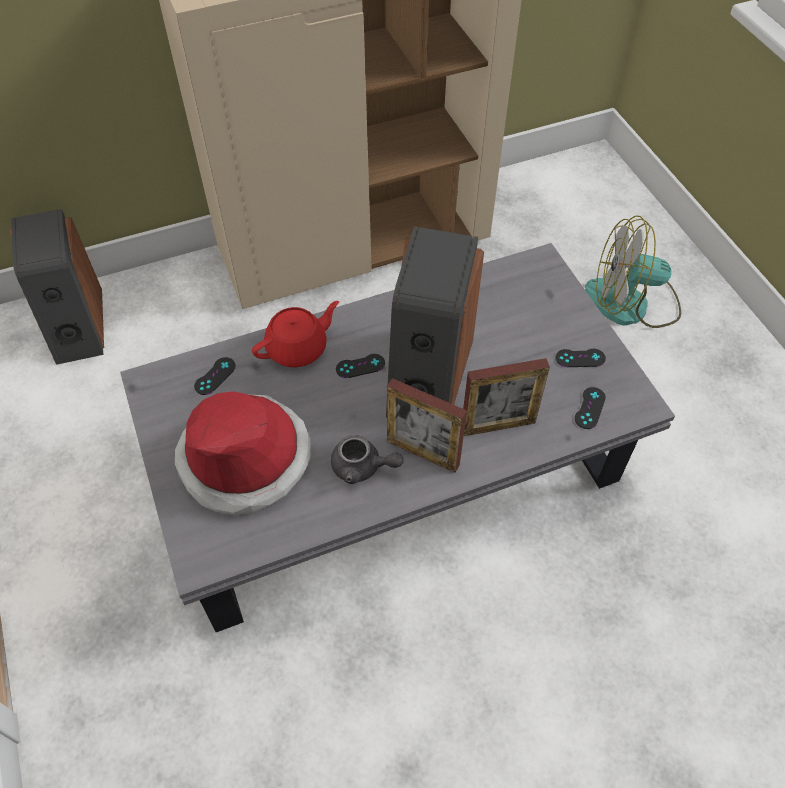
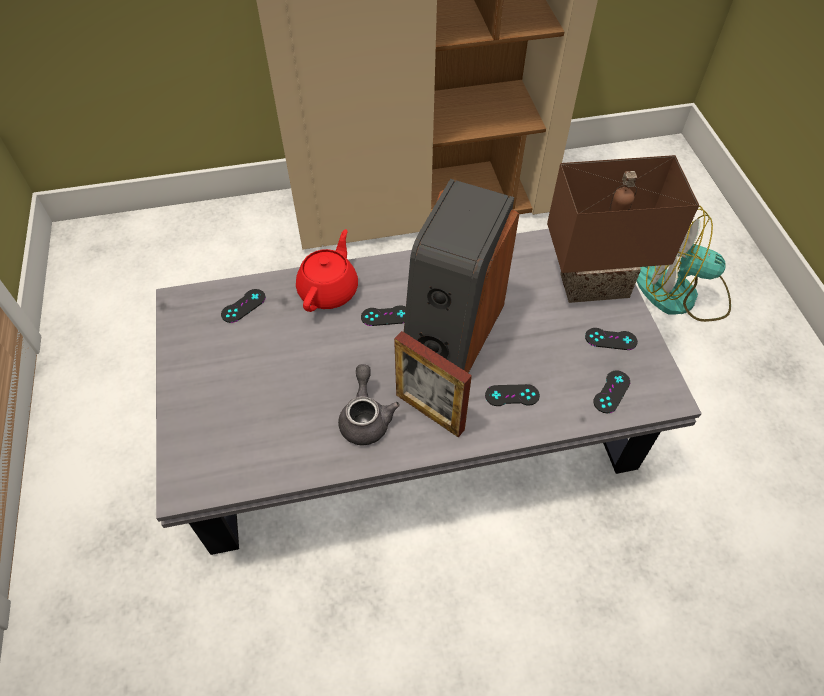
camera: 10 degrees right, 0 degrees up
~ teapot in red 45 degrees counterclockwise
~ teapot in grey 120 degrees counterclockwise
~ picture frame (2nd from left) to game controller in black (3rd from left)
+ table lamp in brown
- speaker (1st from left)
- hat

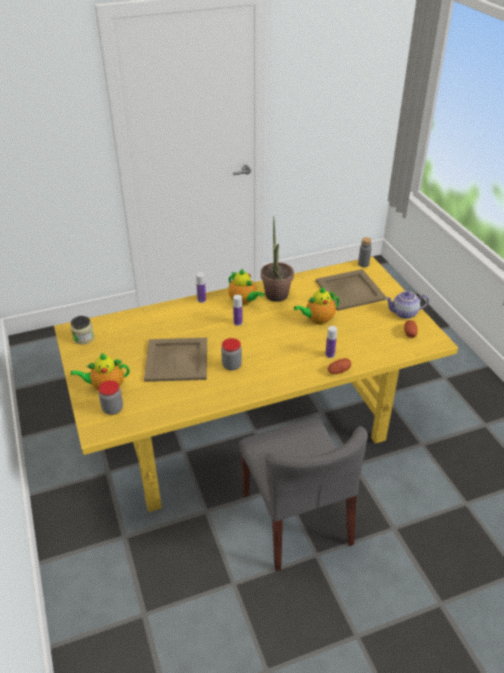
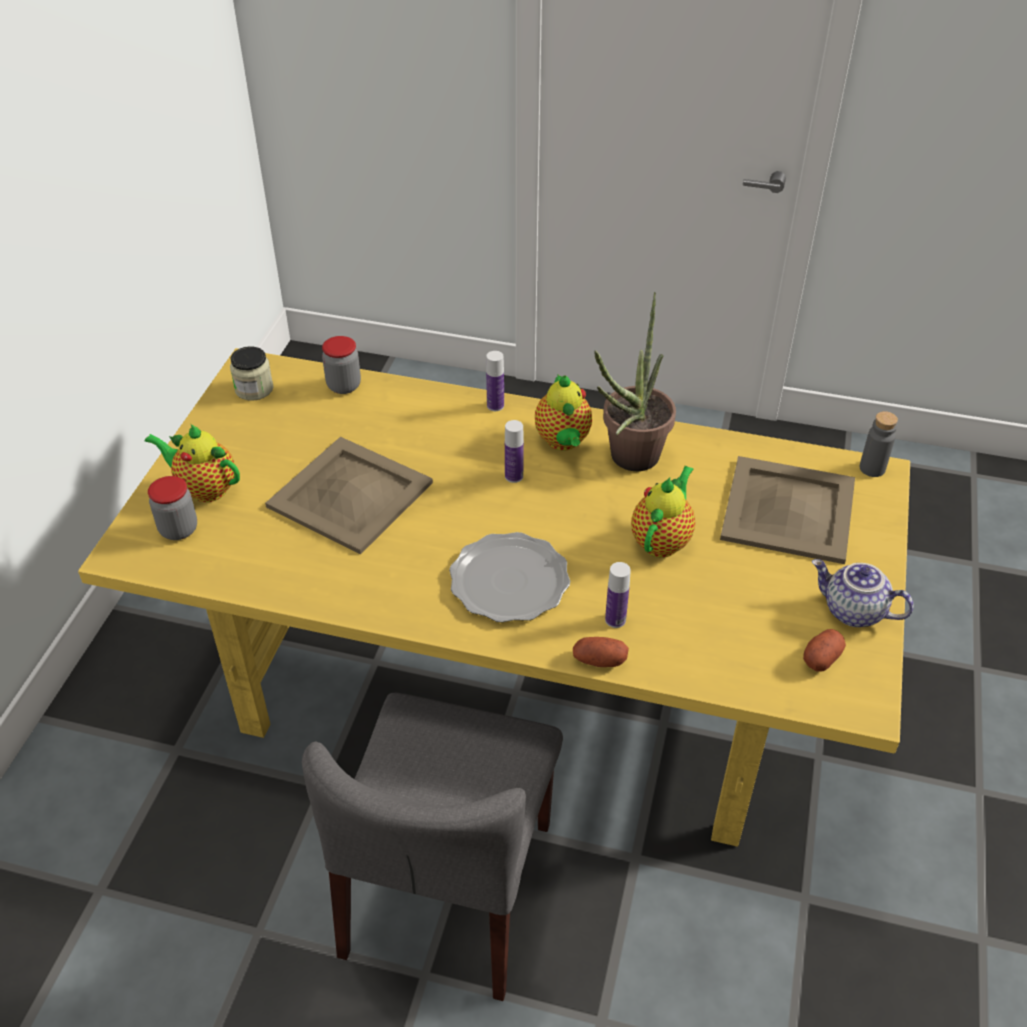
camera: 35 degrees right, 5 degrees up
~ jar (3rd from left)
+ plate
~ teapot (3rd from left) 105 degrees clockwise

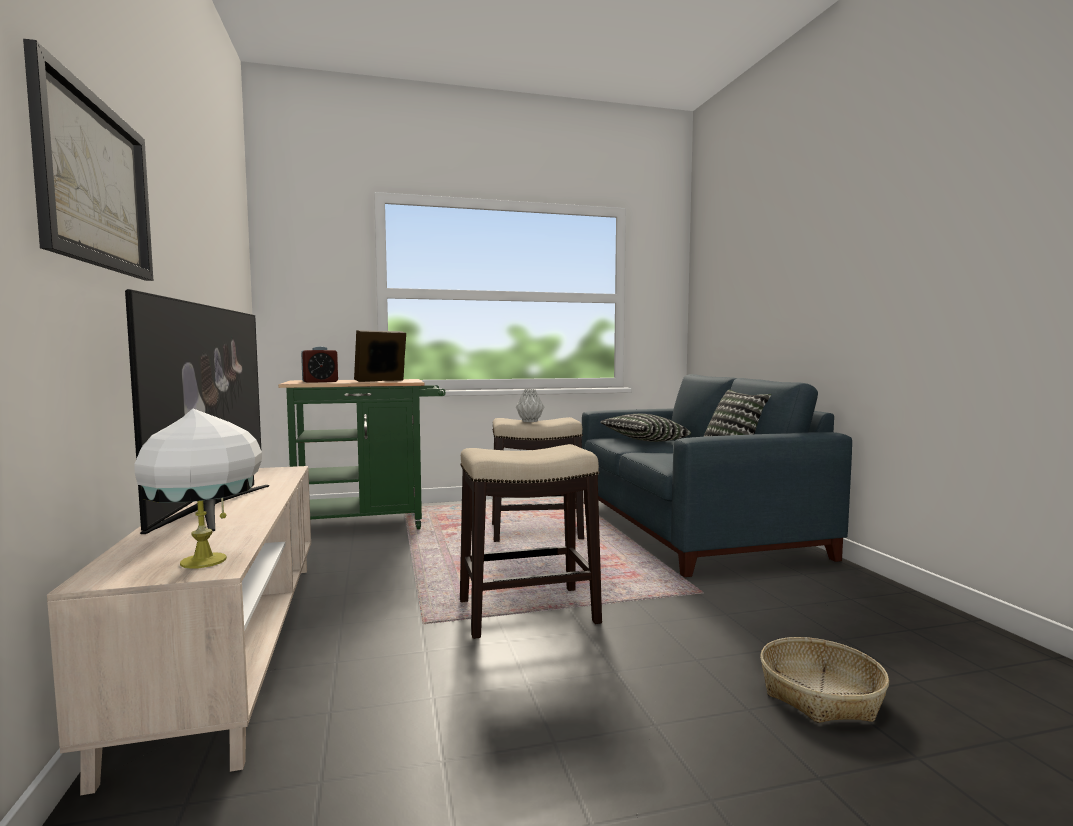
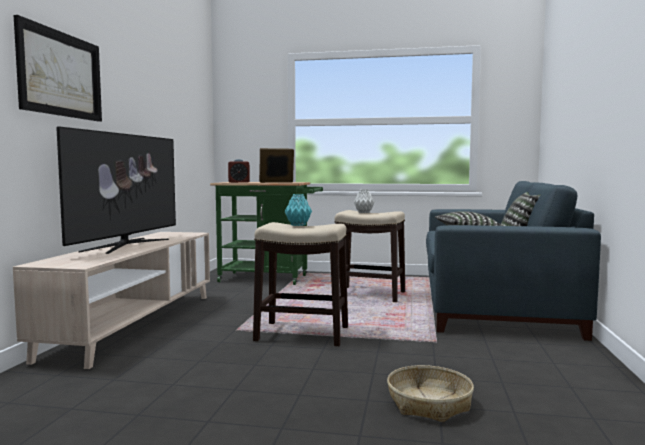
camera: 25 degrees right, 0 degrees up
+ vase in turquoise
- table lamp in white

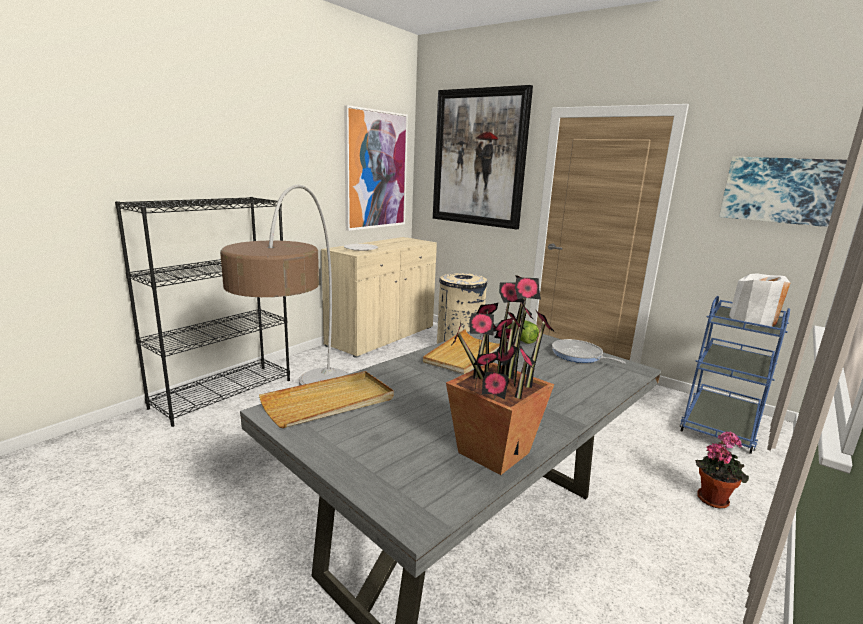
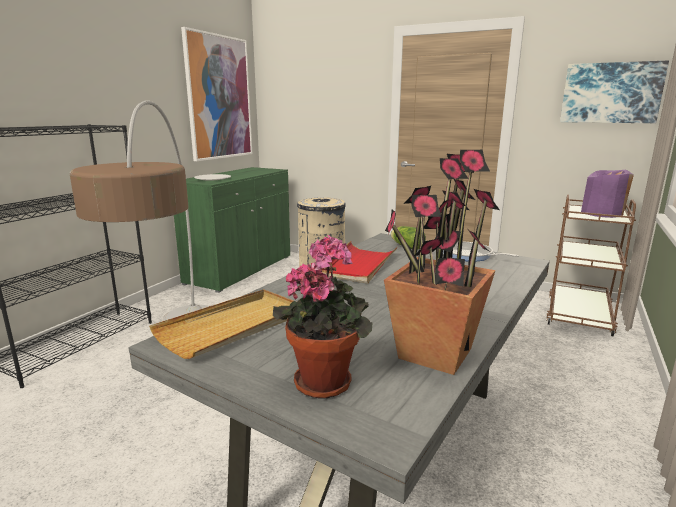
camera: 10 degrees left, 0 degrees up
~ cabinet in beige to cabinet in green
~ potted plant (2nd from left in the first image) to potted plant (1st from left)
~ tray in beige (2nd from left) to tray in red
~ cart in blue to cart in brown
~ vase in white to vase in purple
- picture (2nd from left)

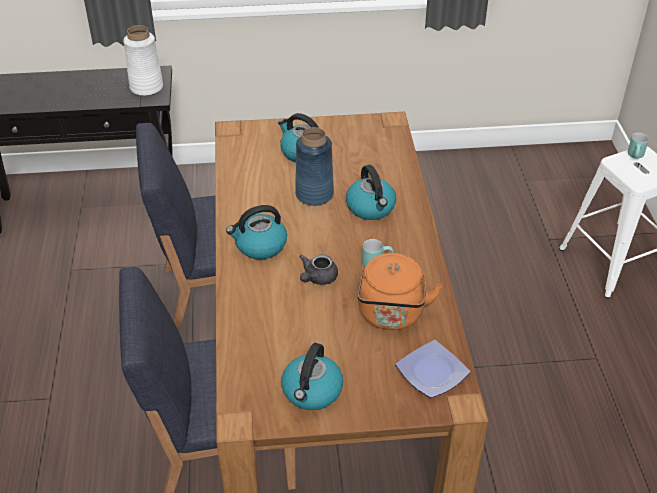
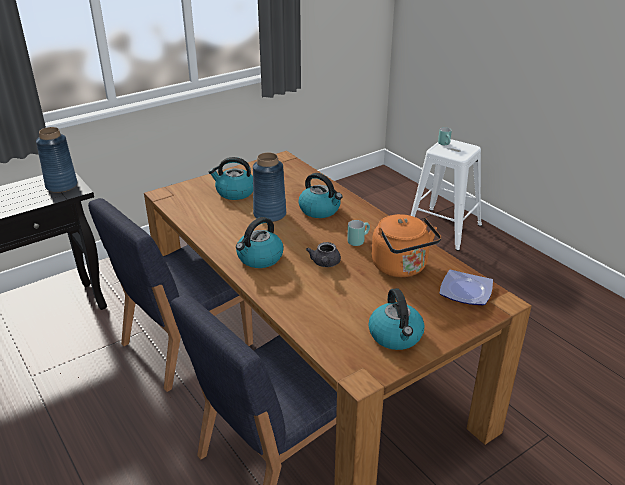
camera: 30 degrees left, 10 degrees down
~ vase in white to vase in blue (1st from left)

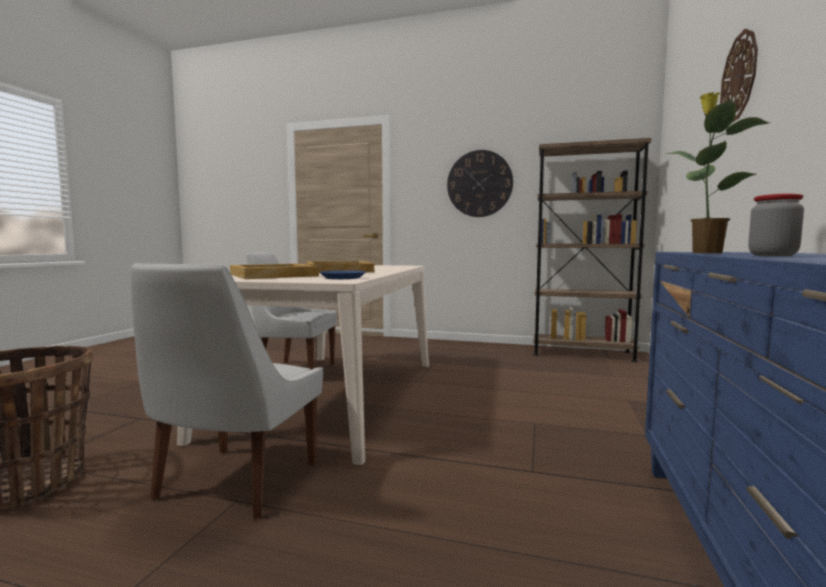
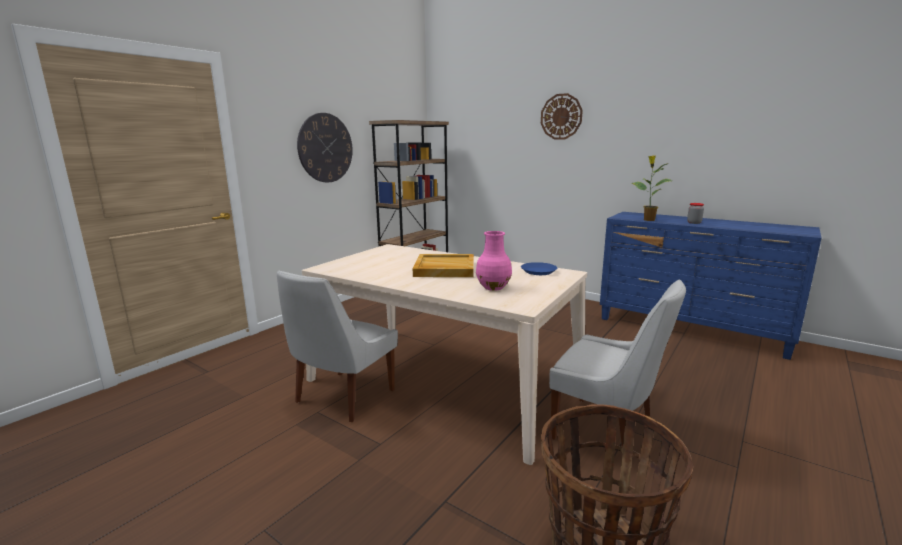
camera: 70 degrees left, 10 degrees up
~ tray in beige (1st from left) to vase in pink

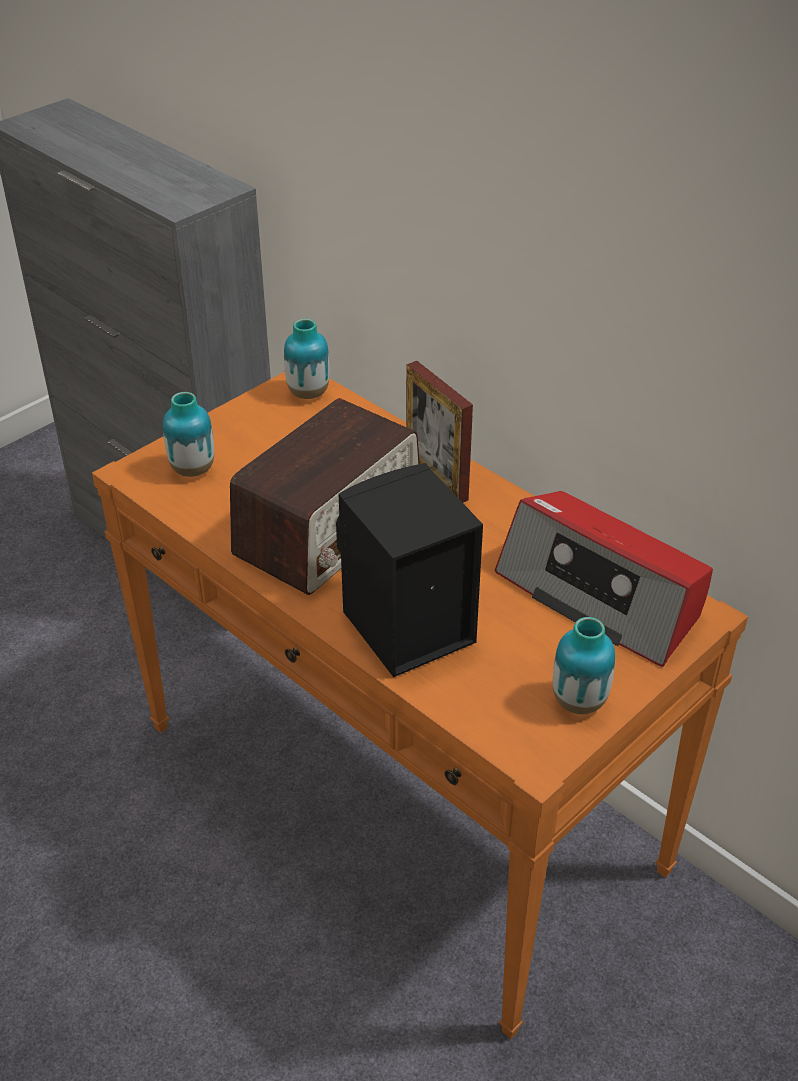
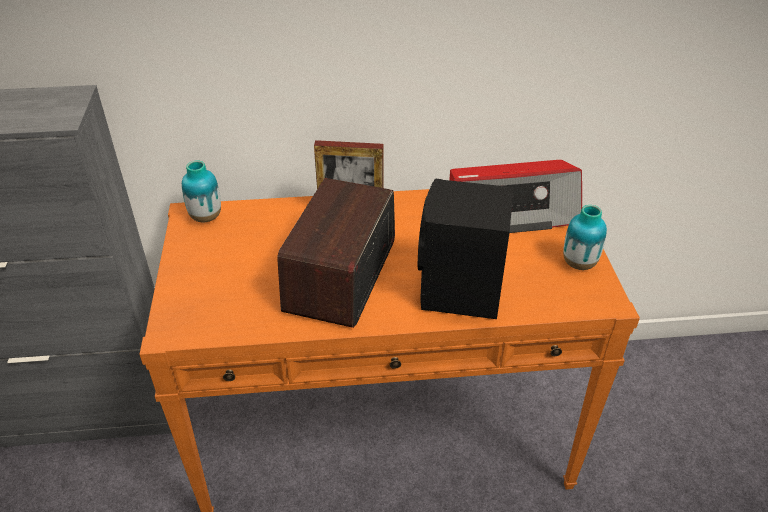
camera: 50 degrees left, 0 degrees up
~ radio (1st from left) 150 degrees counterclockwise
- vase (1st from left)

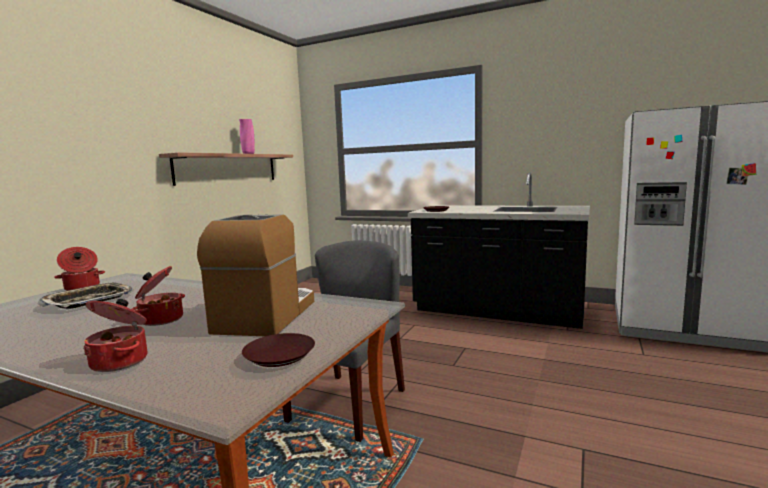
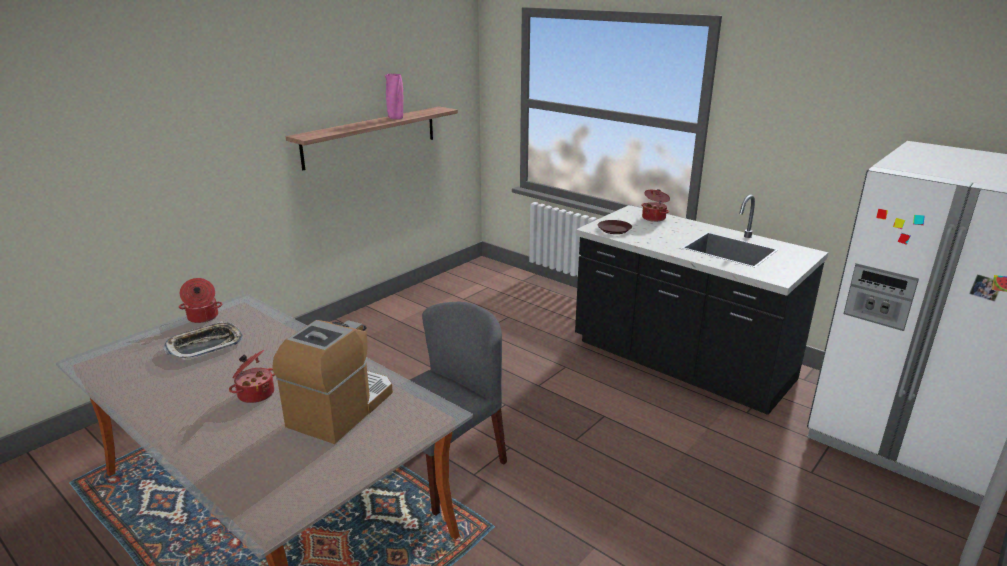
camera: 15 degrees right, 15 degrees up
~ cooking pot (2nd from left in the first image) to cooking pot (3rd from left)
- plate in brown (1st from left)

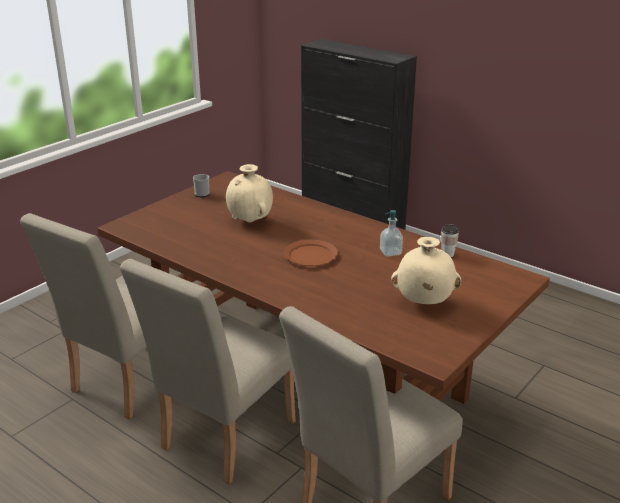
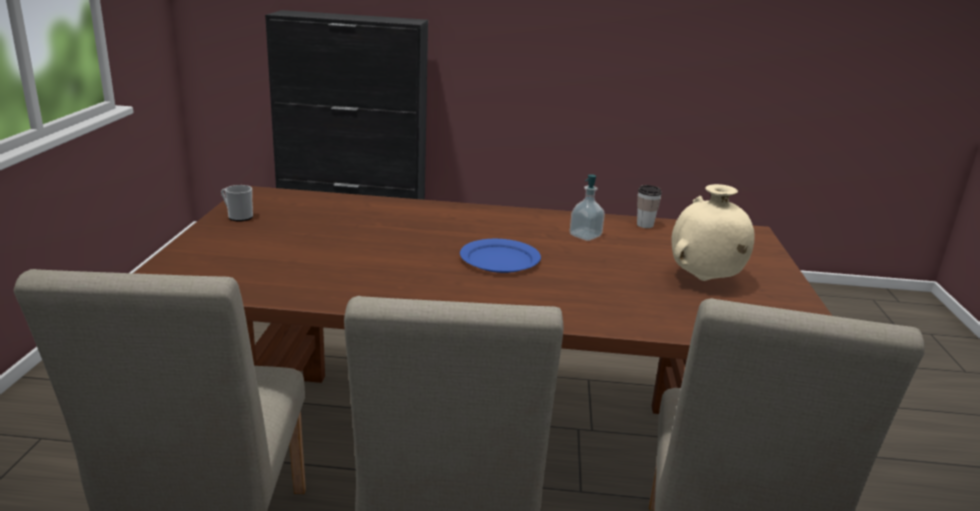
camera: 35 degrees left, 5 degrees down
~ plate in brown to plate in blue
- vase in beige (1st from left)

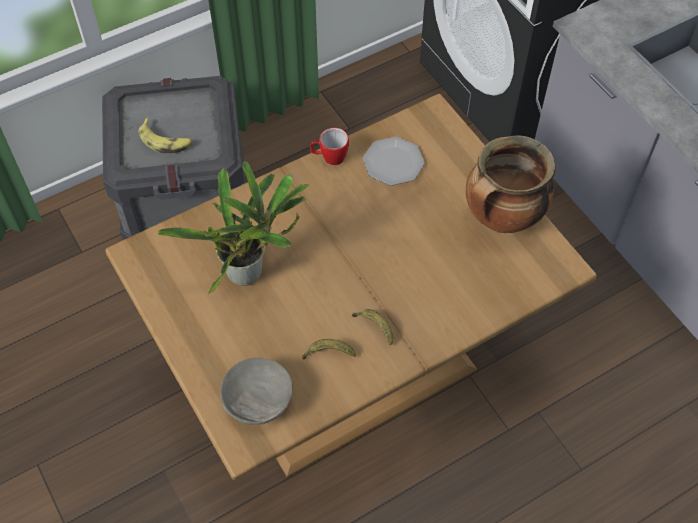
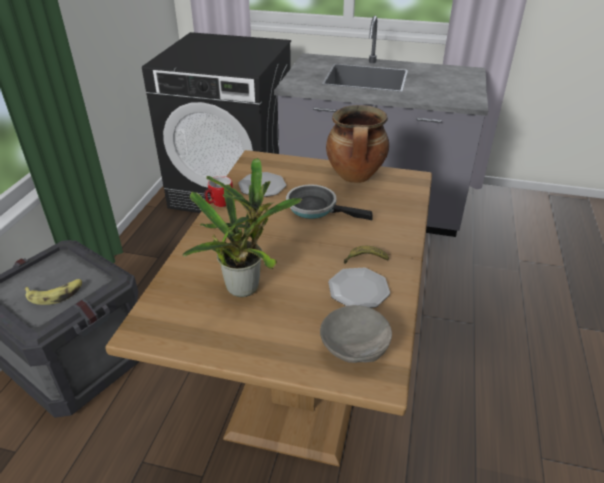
camera: 45 degrees left, 20 degrees down
+ frying pan
~ banana (2nd from left) to plate (2nd from left)

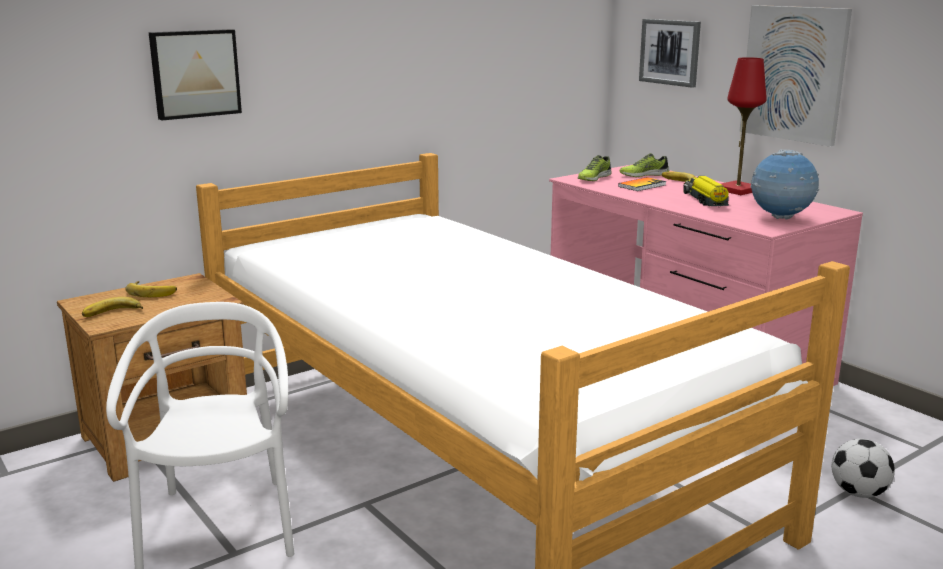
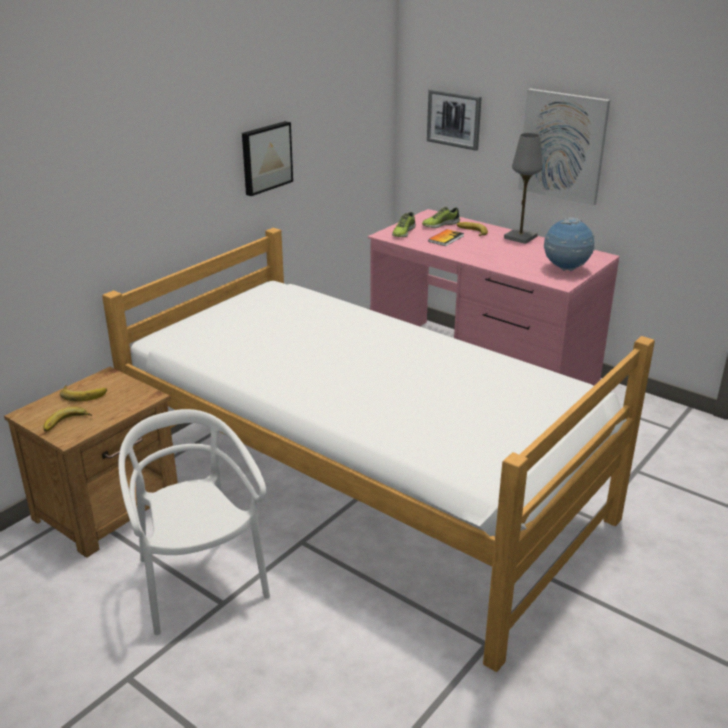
camera: 15 degrees left, 10 degrees up
~ picture (1st from left)
~ table lamp in red to table lamp in grey
- toy truck
- football

